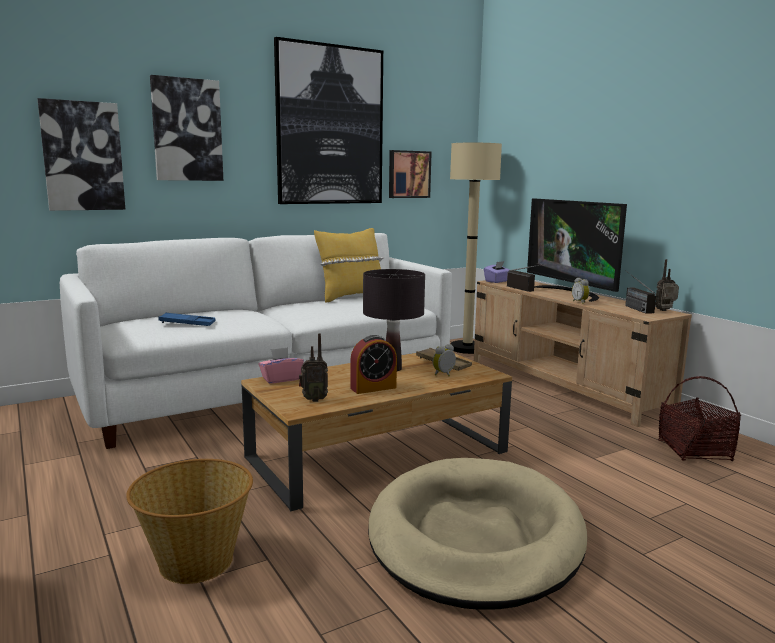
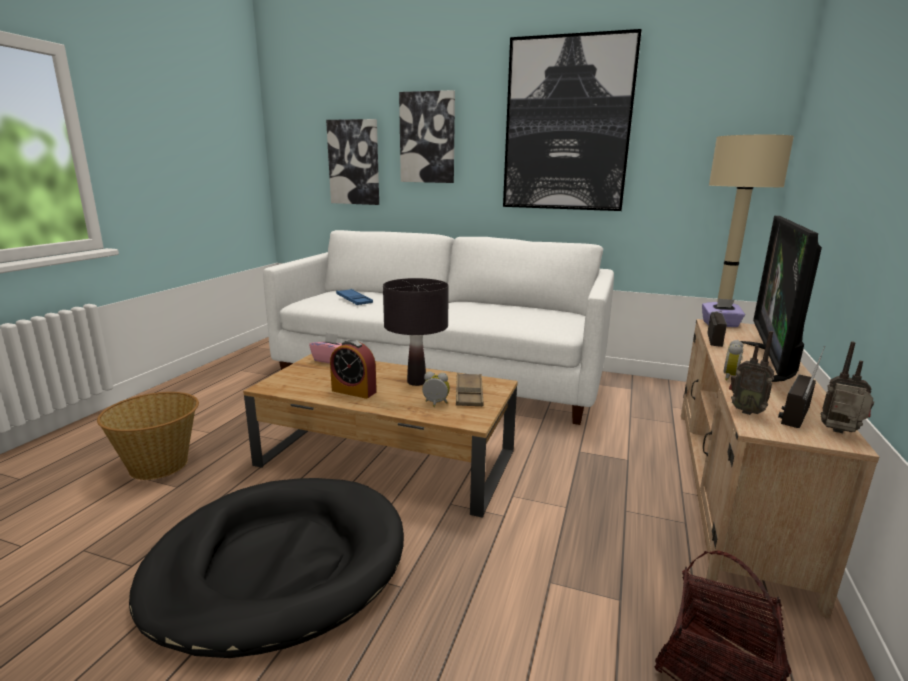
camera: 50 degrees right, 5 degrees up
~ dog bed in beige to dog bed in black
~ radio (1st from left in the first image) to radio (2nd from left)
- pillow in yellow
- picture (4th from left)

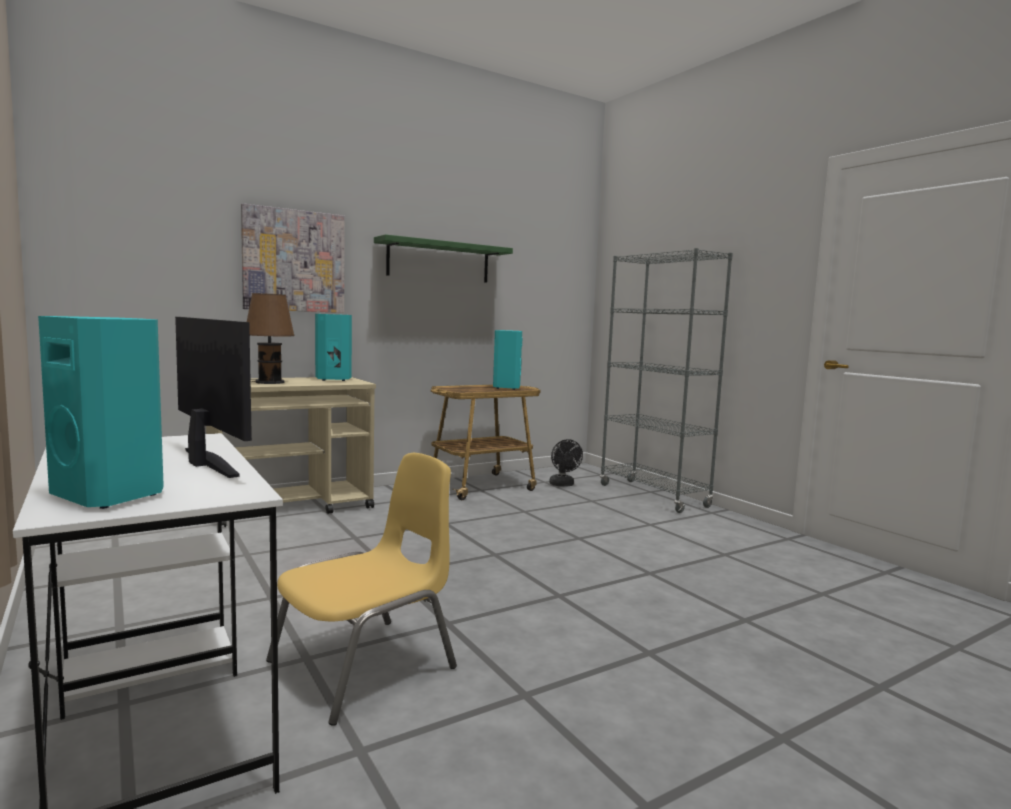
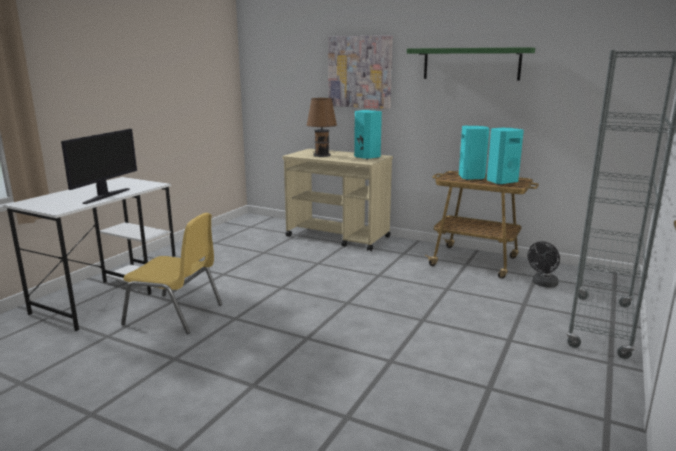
camera: 60 degrees right, 10 degrees up
~ speaker in turquoise (1st from left in the first image) to speaker in turquoise (2nd from left)

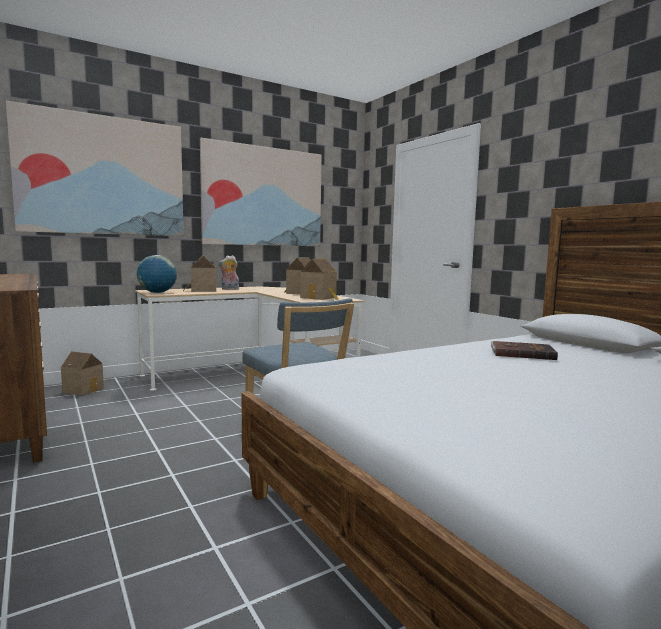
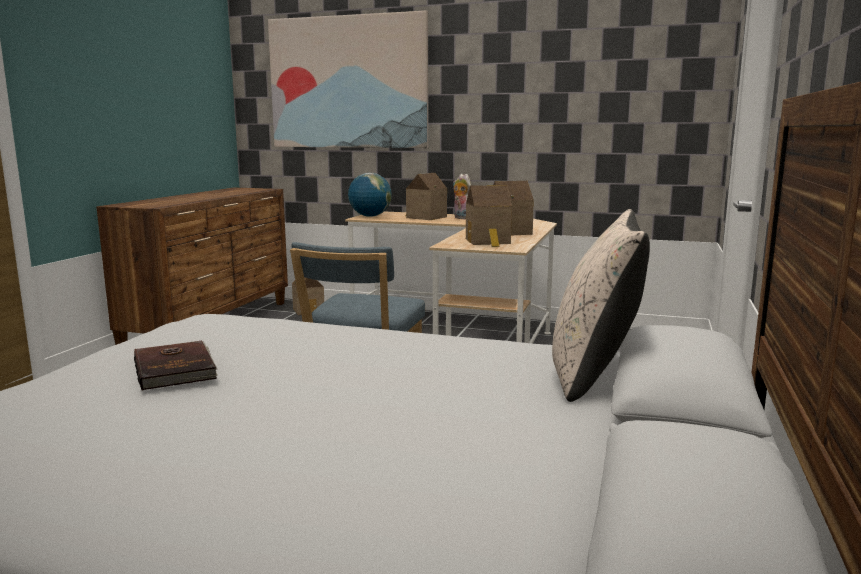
camera: 50 degrees right, 5 degrees up
~ book in brown
+ pillow in beige
- picture (2nd from left)

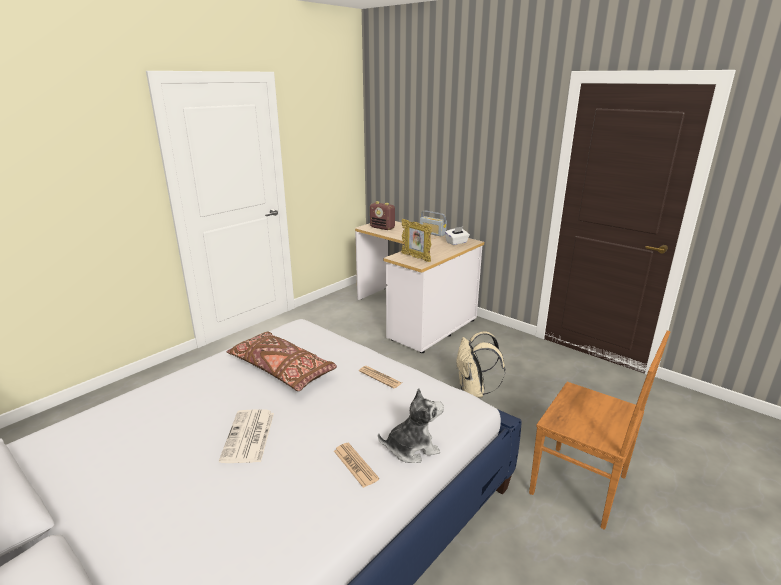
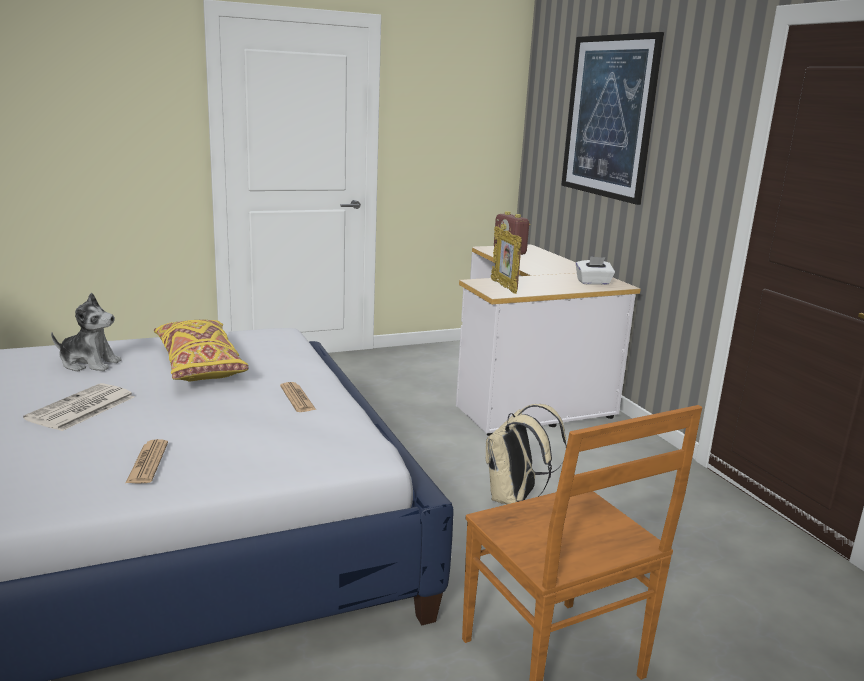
camera: 25 degrees right, 5 degrees down
~ plush toy
~ pillow in brown to pillow in yellow
+ picture
- radio (2nd from left)

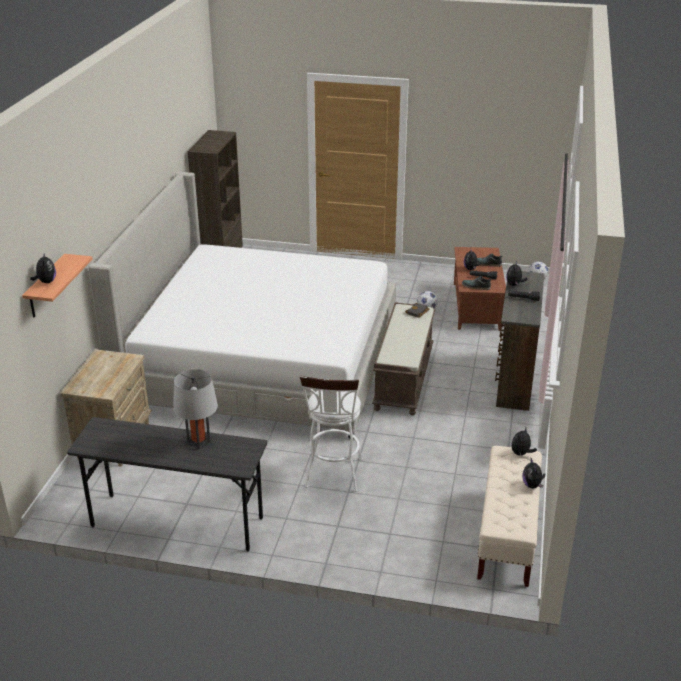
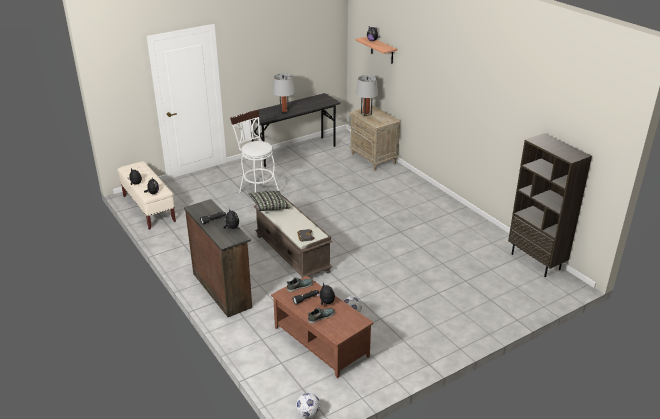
camera: 135 degrees right, 0 degrees up
+ pillow
+ table lamp in grey (2nd from left)
- bed

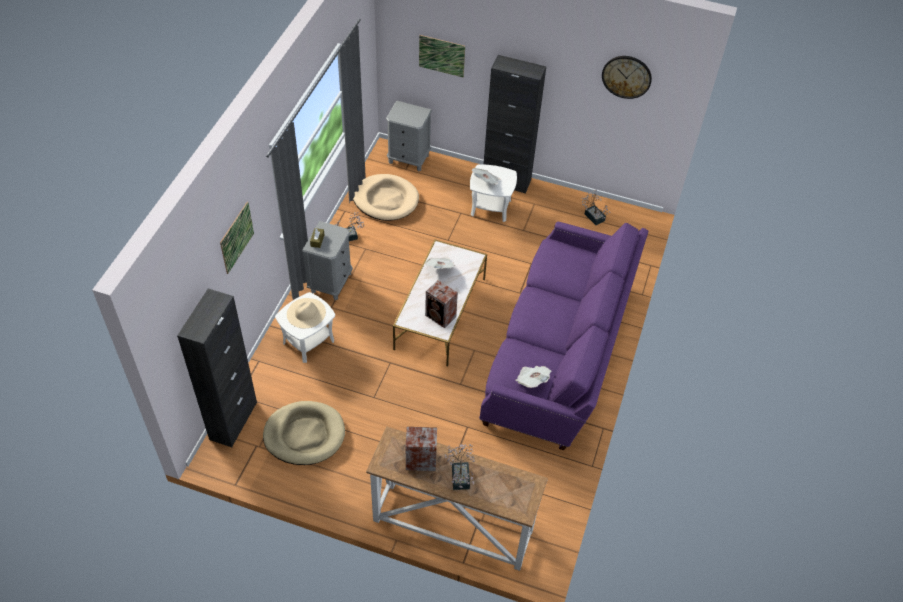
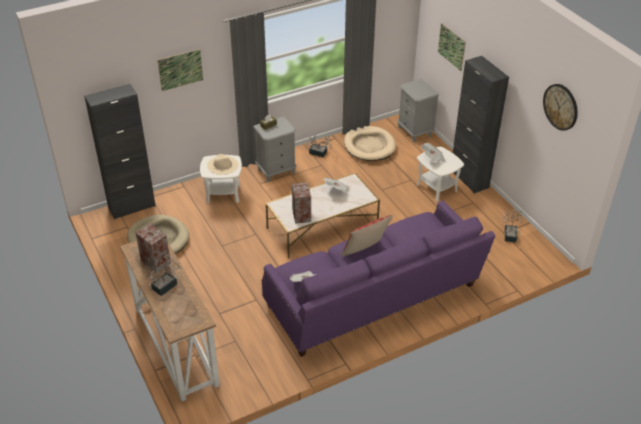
camera: 45 degrees right, 10 degrees down
+ pillow

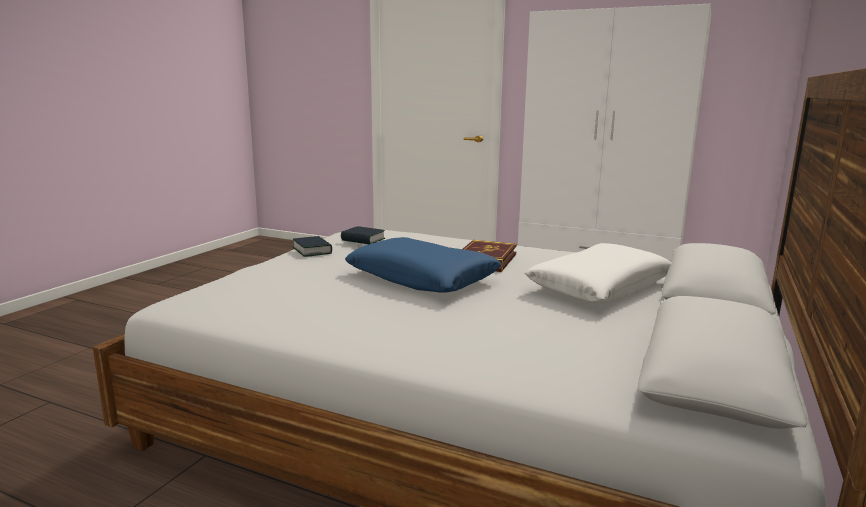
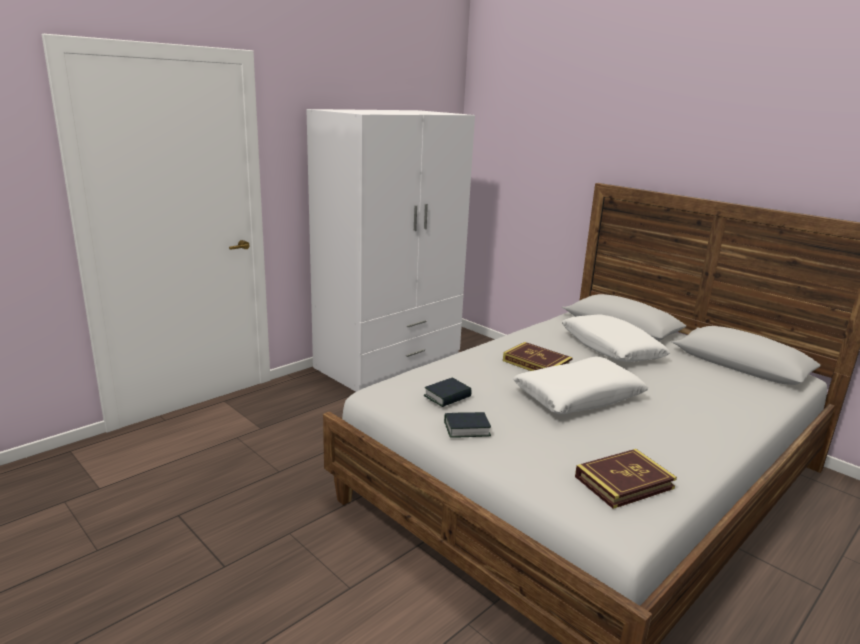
camera: 70 degrees left, 5 degrees up
~ pillow in blue to pillow in white (1st from left)
+ book (4th from left)

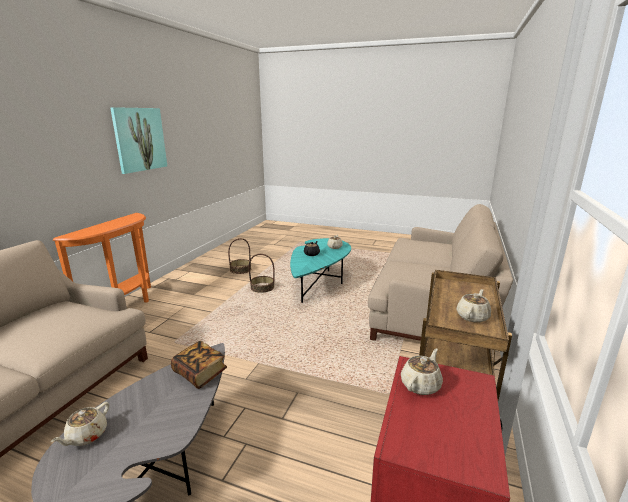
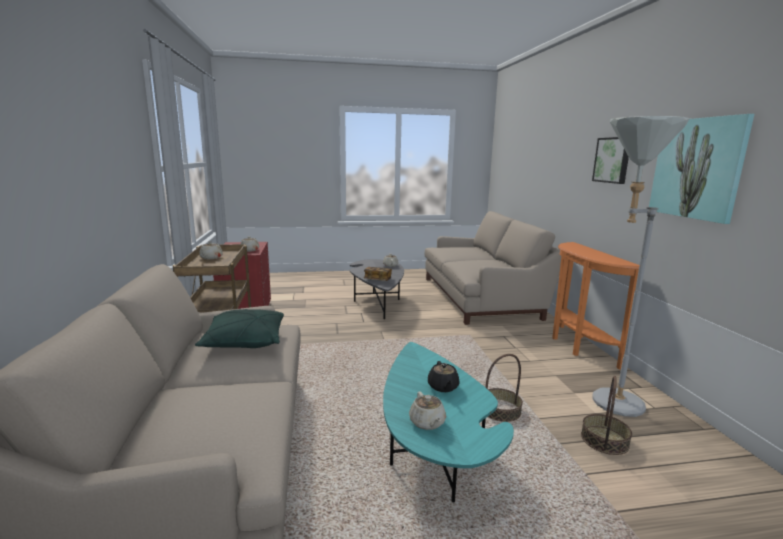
camera: 150 degrees right, 5 degrees down
+ pillow in green
+ floor lamp in grey
+ picture (1st from left)

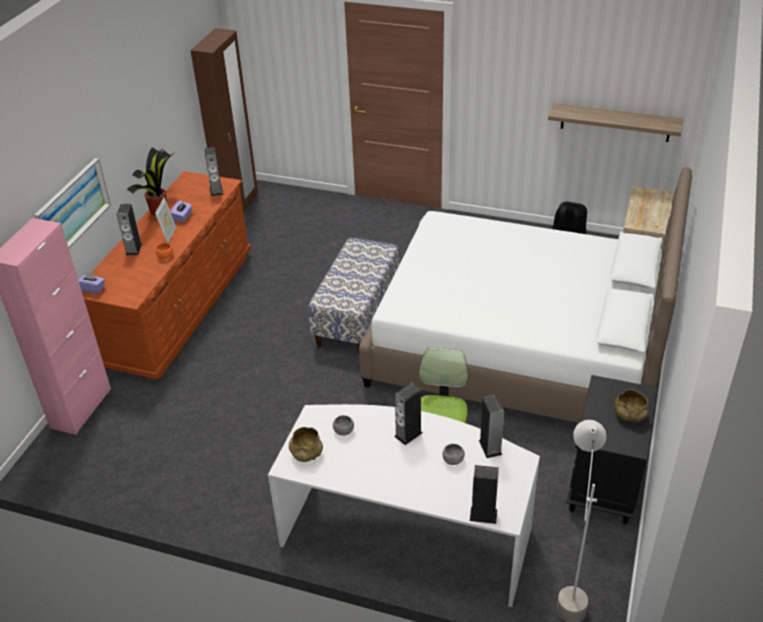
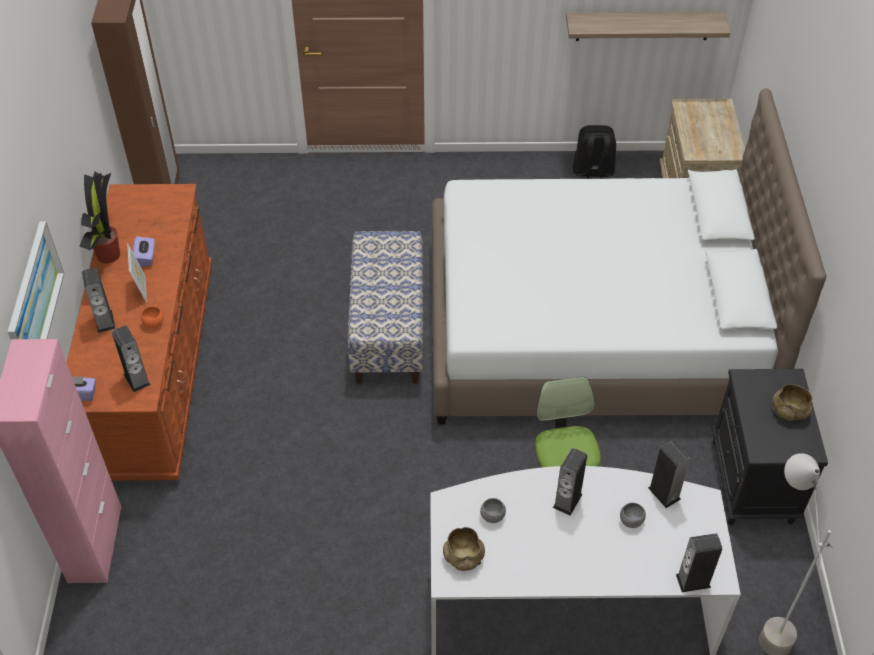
camera: 20 degrees left, 10 degrees up
~ speaker (2nd from left)

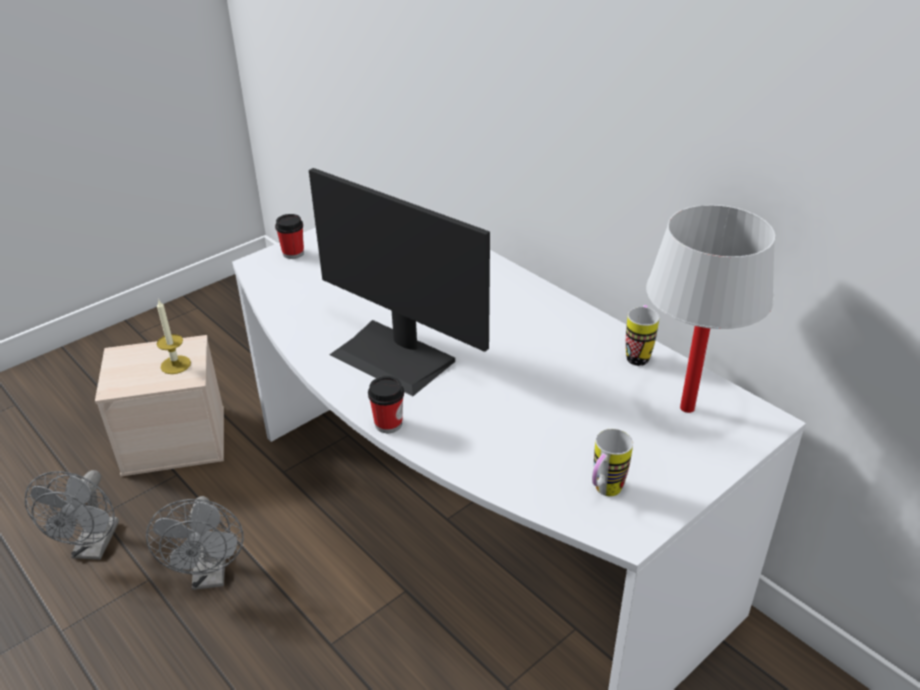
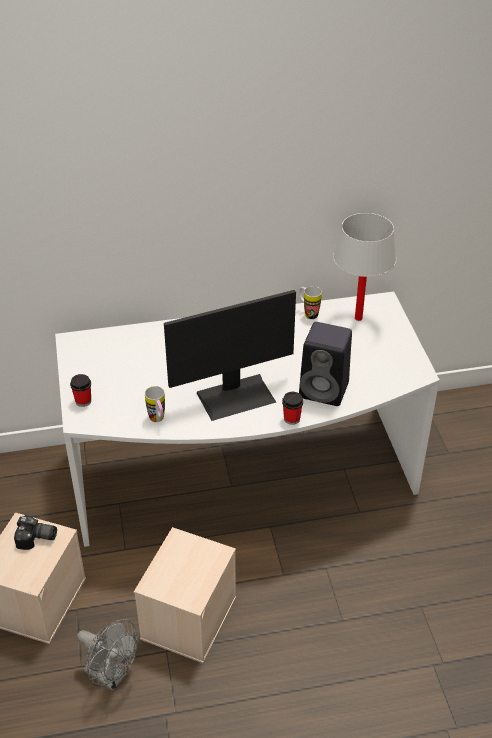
camera: 60 degrees left, 5 degrees up
~ candle to photo camera
~ fan in grey (2nd from left) to storage box in beige (2nd from left)
~ mug (1st from left)
+ speaker in black

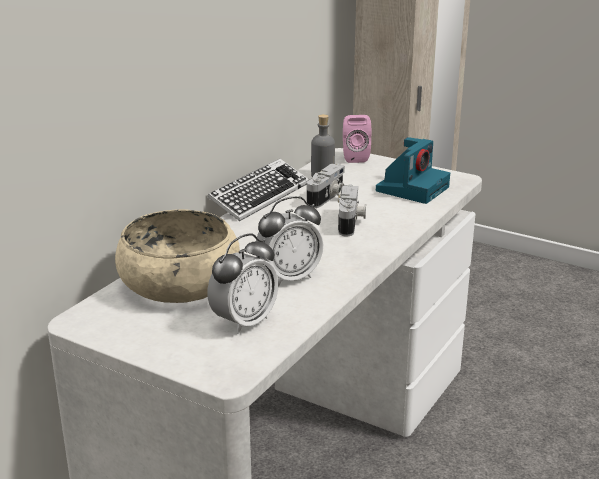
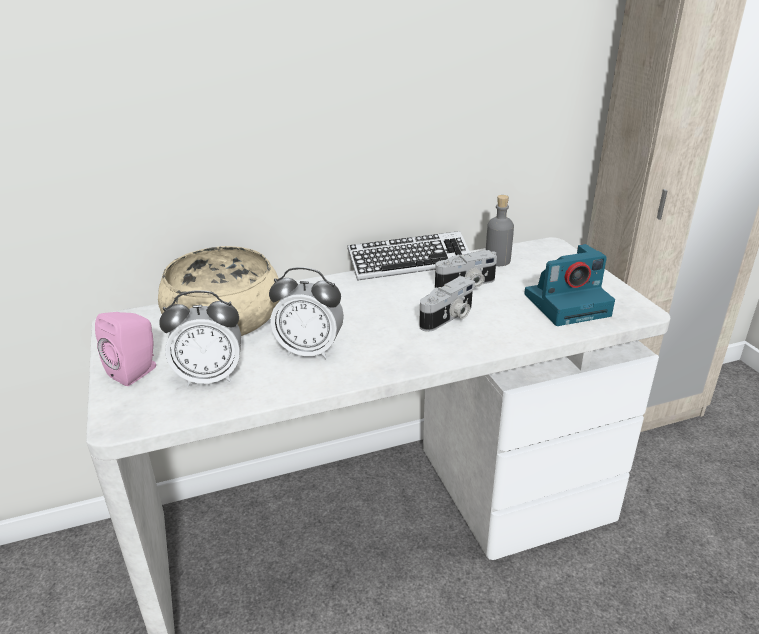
camera: 40 degrees right, 5 degrees up
~ speaker in pink

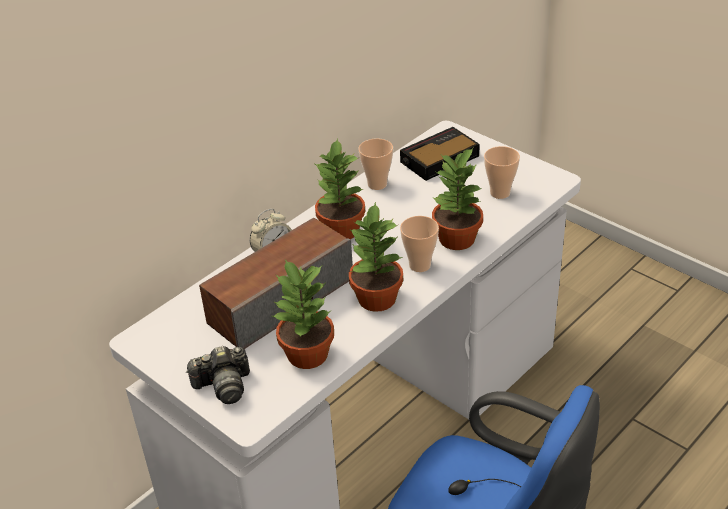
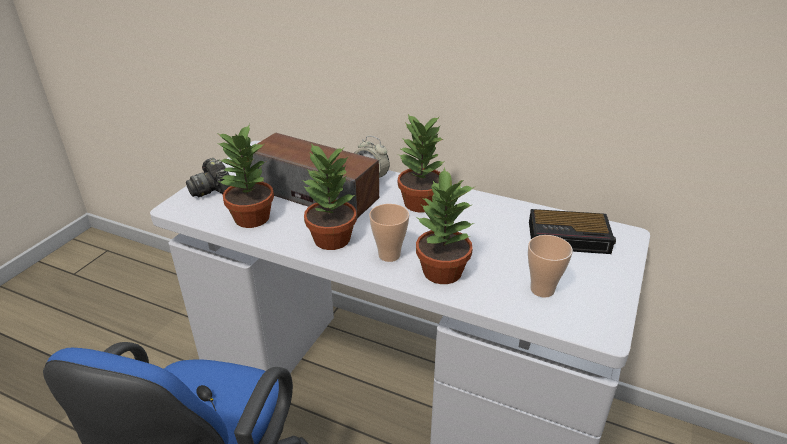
camera: 70 degrees right, 5 degrees down
~ alarm clock (2nd from left) 150 degrees clockwise
- cup (1st from left)

